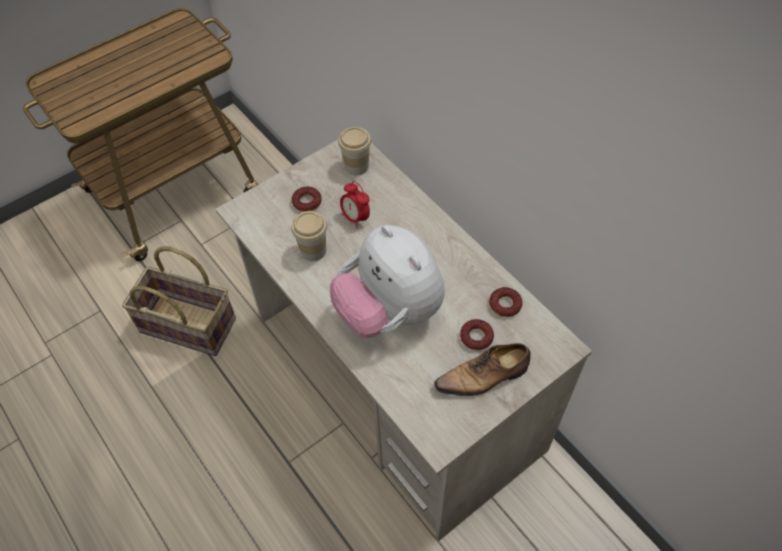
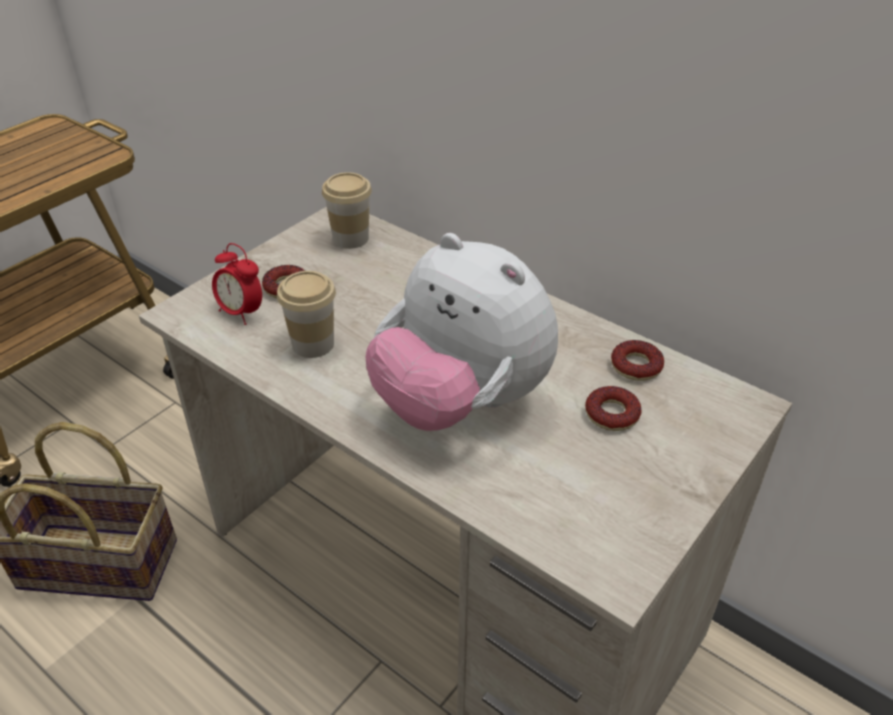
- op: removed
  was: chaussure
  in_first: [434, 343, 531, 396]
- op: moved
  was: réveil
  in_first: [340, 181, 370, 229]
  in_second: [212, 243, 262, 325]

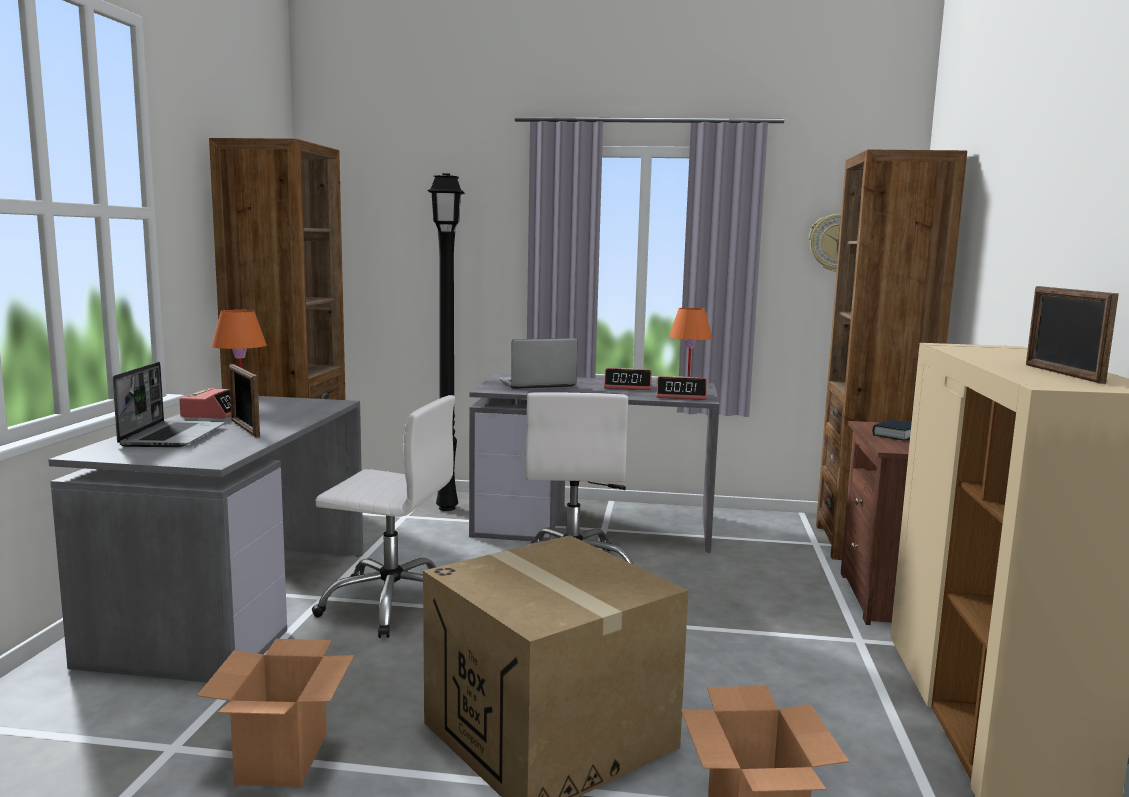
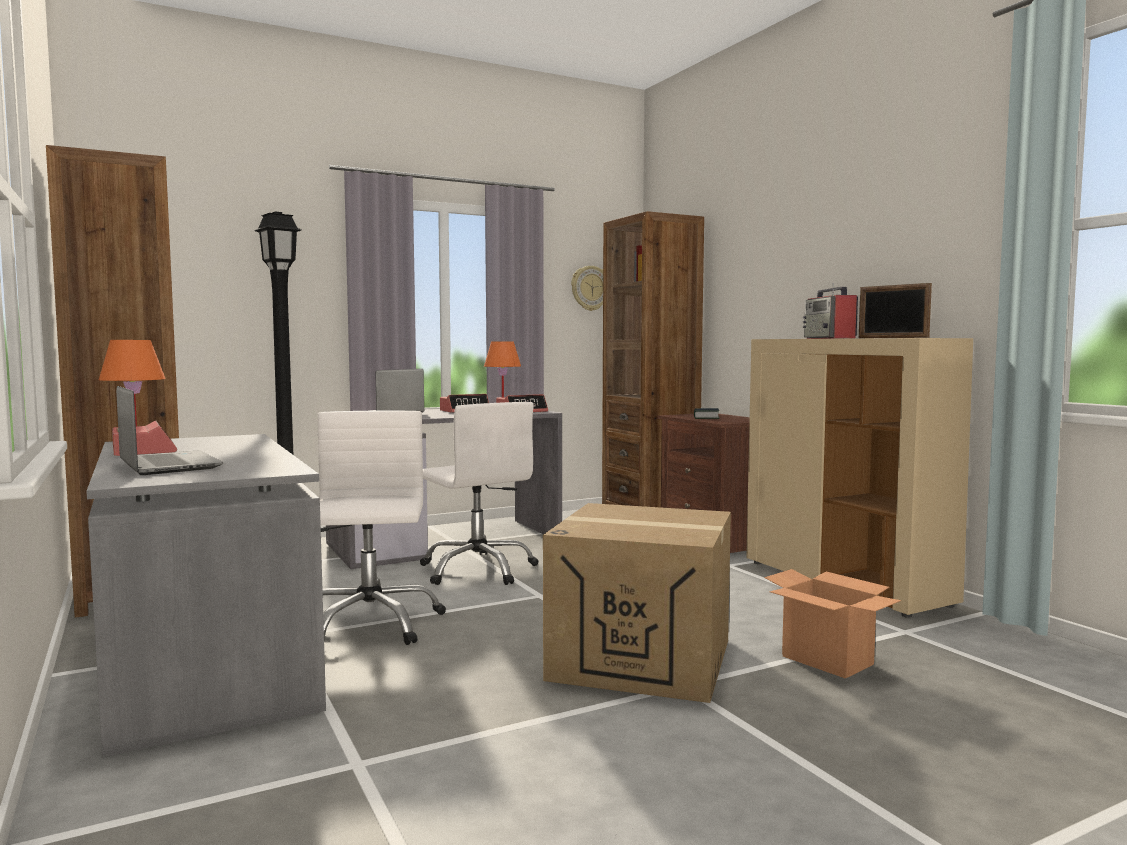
- op: removed
  was: carton
  in_first: [197, 639, 354, 787]
- op: removed
  was: cadre photo
  in_first: [229, 364, 260, 438]
- op: added
  now: radio
  in_second: [803, 283, 858, 339]
- op: turned
  was: chaise de bureau (blanc)
  in_first: [312, 395, 455, 638]
  in_second: [318, 411, 446, 645]
  clockwise: -75

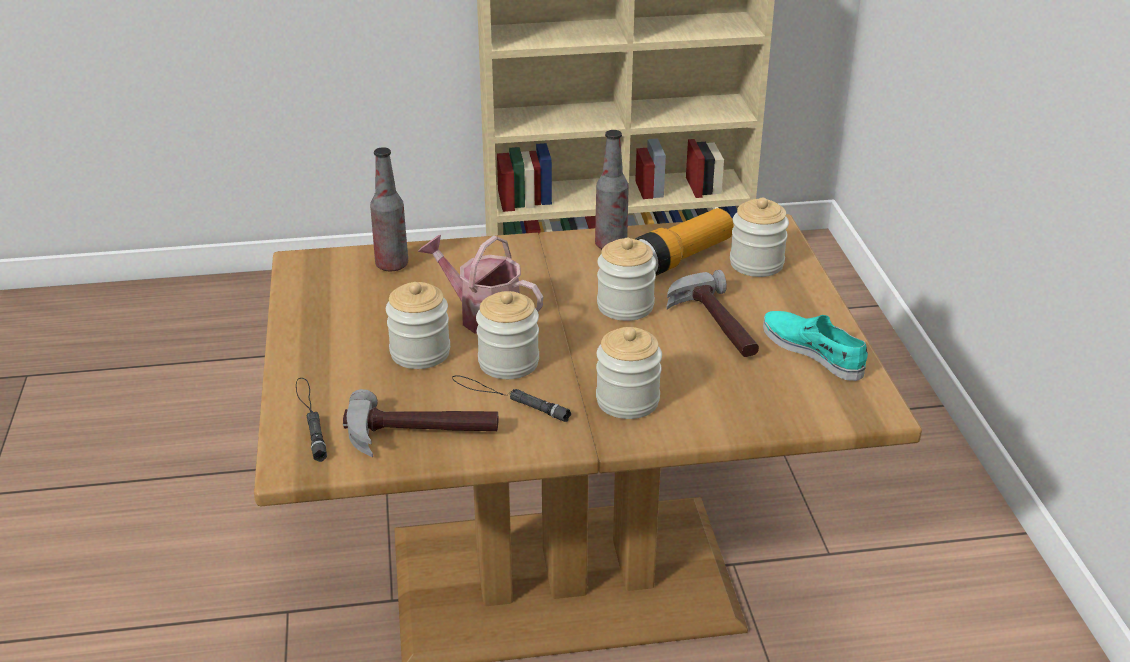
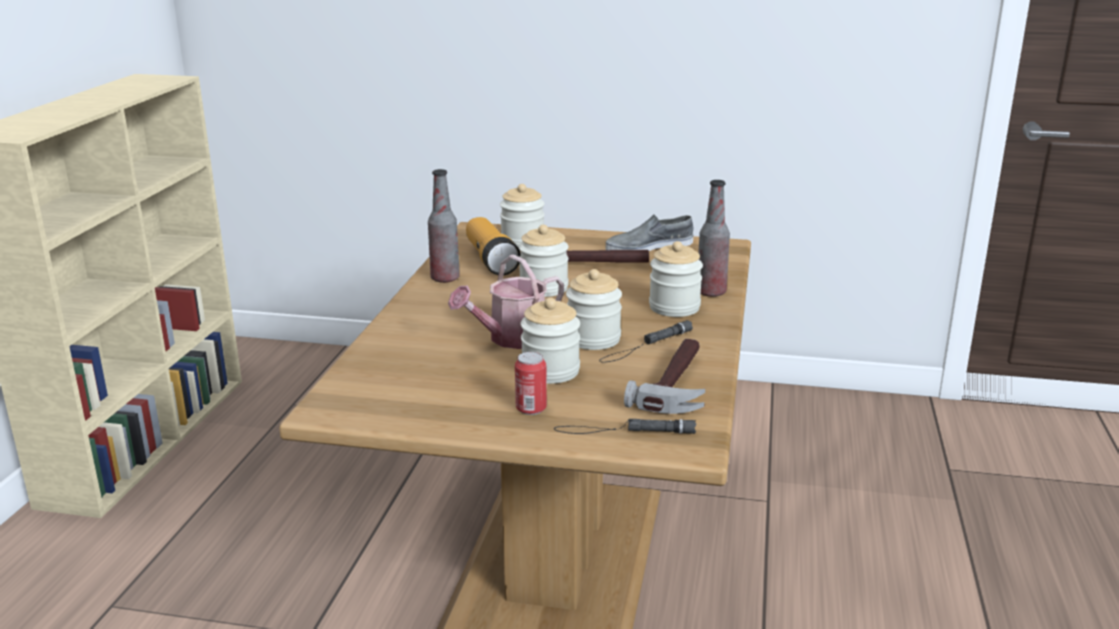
- op: added
  now: boîte métallique
  in_second: [515, 352, 547, 415]
- op: moved
  was: bouteille
  in_first: [370, 147, 408, 271]
  in_second: [698, 180, 730, 297]
- op: recoloured
  was: chaussure (turquoise)
  now: chaussure (gris)
  in_first: [763, 311, 868, 381]
  in_second: [606, 215, 694, 251]

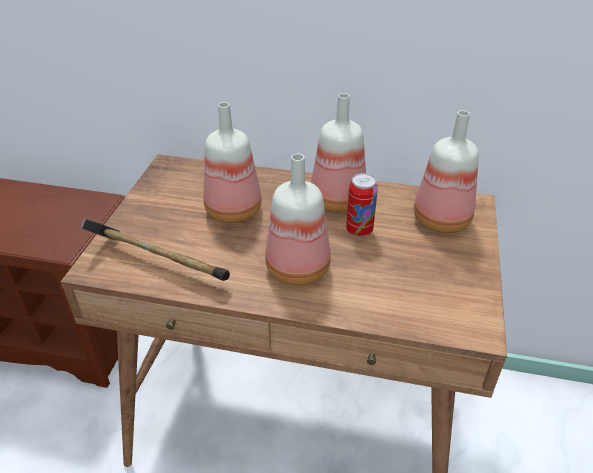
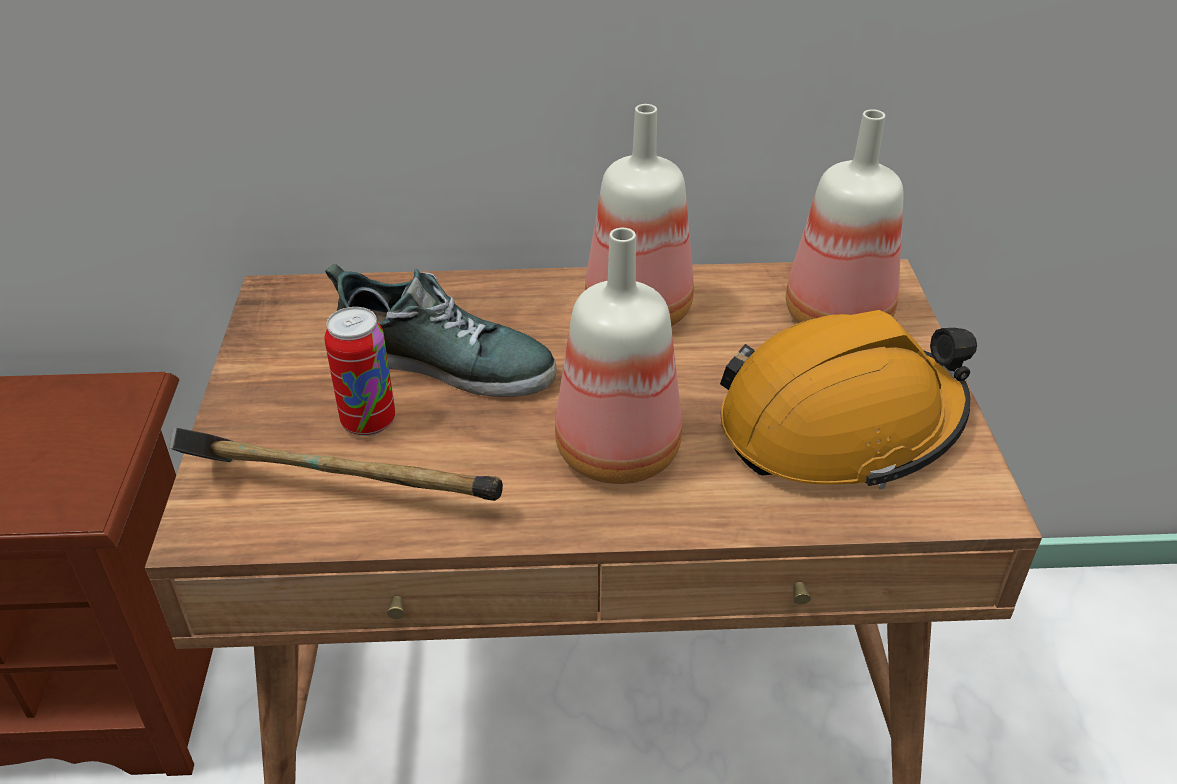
- op: added
  now: casque de chantier (orange)
  in_second: [720, 310, 977, 490]
- op: moved
  was: boîte métallique
  in_first: [346, 173, 378, 237]
  in_second: [324, 307, 395, 436]
- op: replaced
  was: bouteille
  now: chaussure
  in_first: [203, 102, 262, 223]
  in_second: [325, 264, 557, 397]

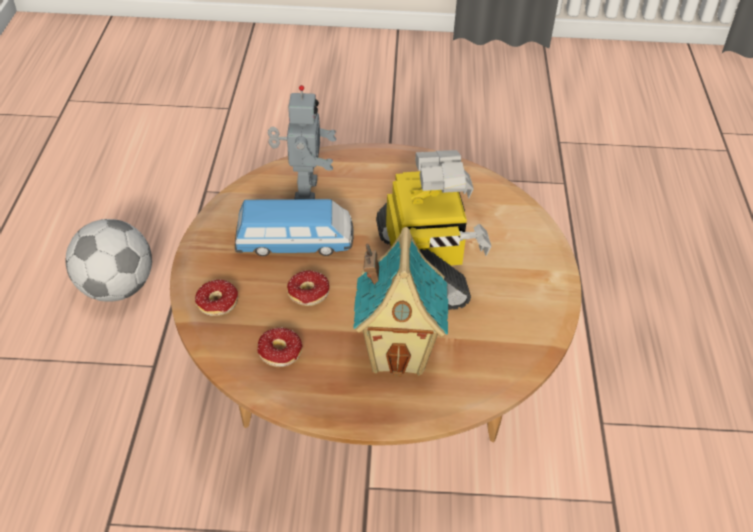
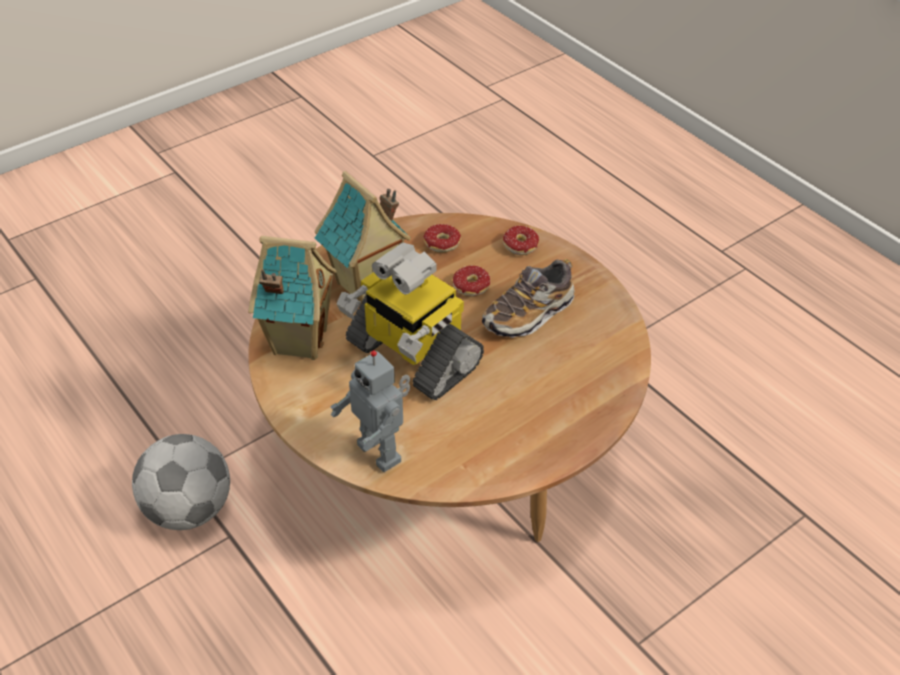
- op: added
  now: maison miniature
  in_second: [248, 236, 336, 360]
- op: moved
  was: ballon de foot
  in_first: [65, 219, 152, 302]
  in_second: [132, 434, 230, 530]
- op: moved
  was: robot jouet
  in_first: [268, 85, 336, 199]
  in_second: [330, 350, 410, 472]
- op: replaced
  was: petite voiture
  now: chaussure
  in_first: [235, 199, 354, 256]
  in_second: [482, 259, 575, 338]

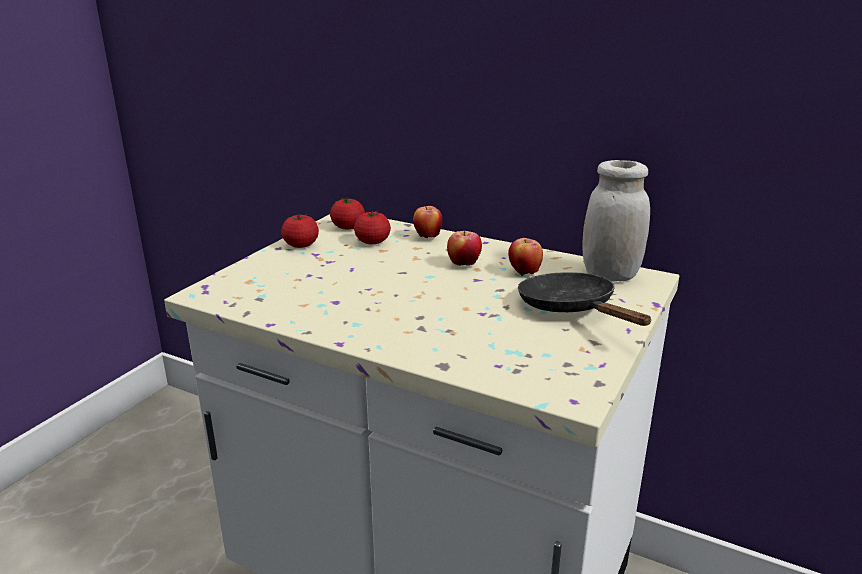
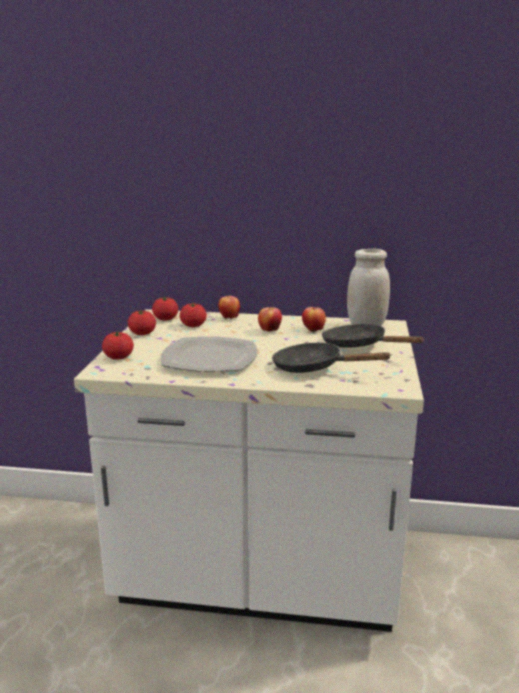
- op: added
  now: tomate
  in_second: [102, 331, 134, 359]
- op: added
  now: assiette
  in_second: [161, 336, 258, 372]
- op: added
  now: poêle (noir)
  in_second: [272, 342, 392, 373]

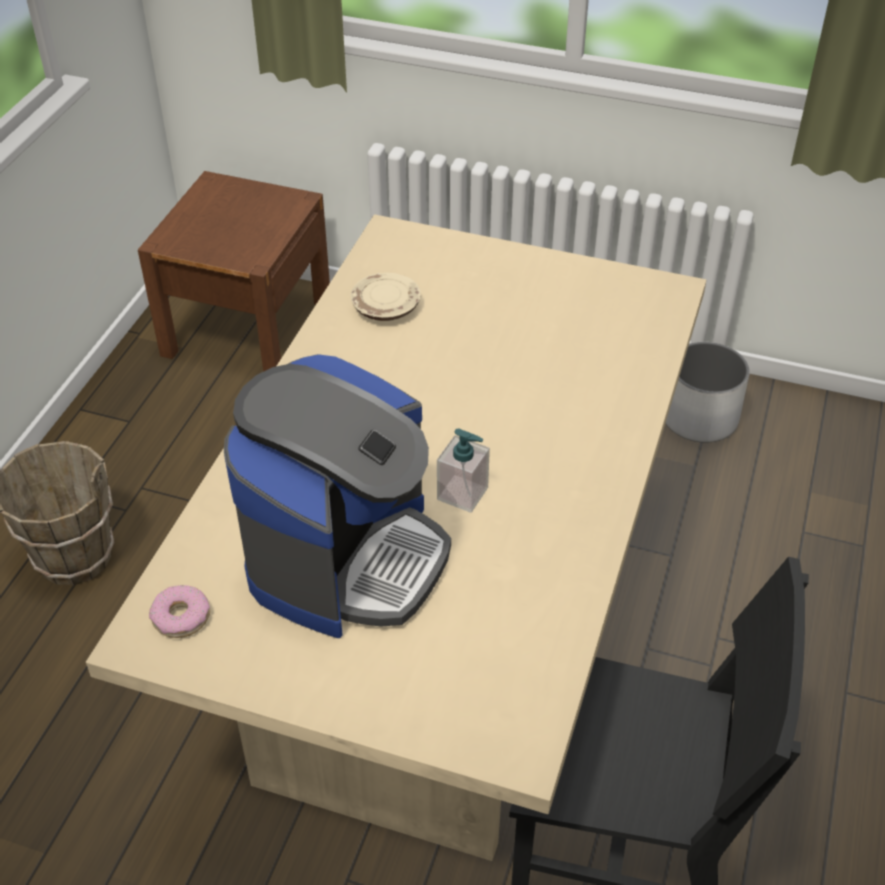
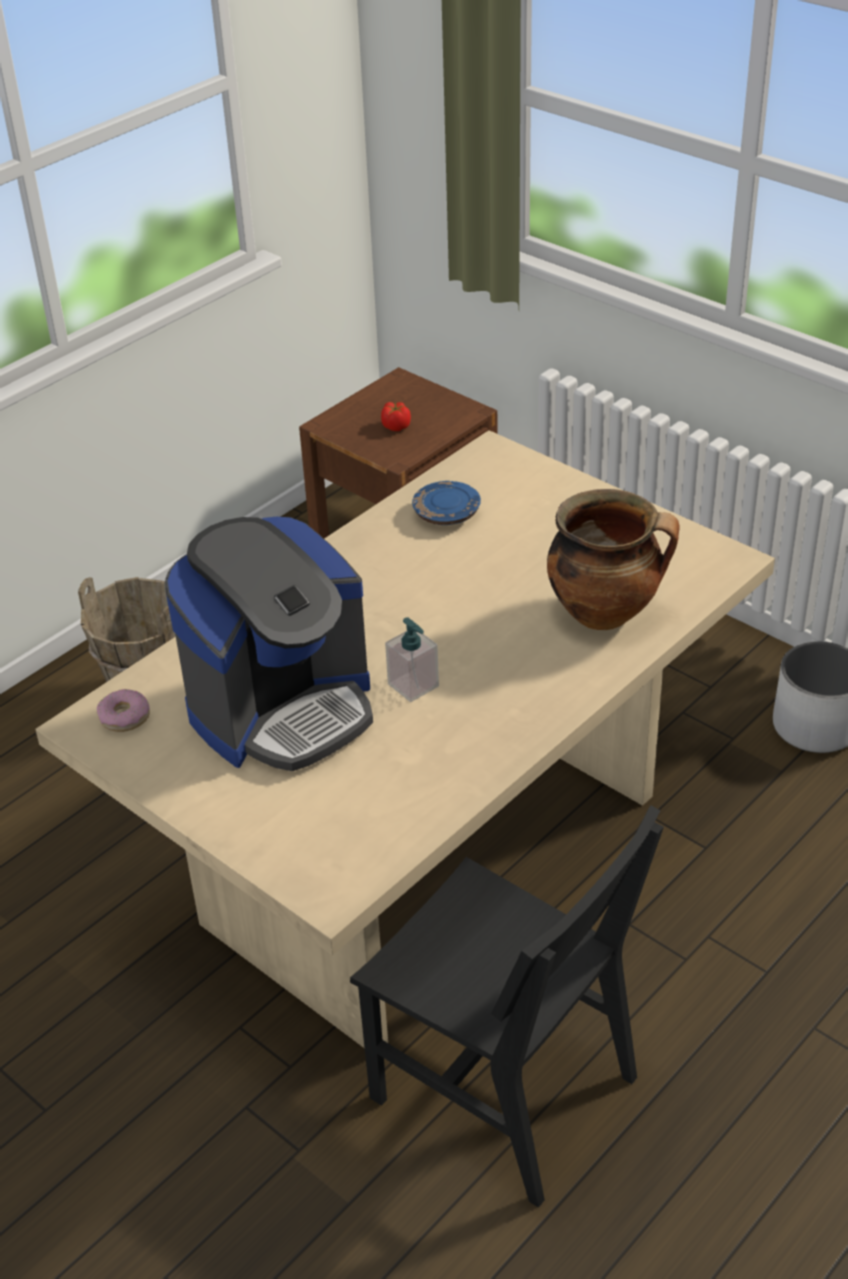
- op: added
  now: tomate
  in_second: [381, 402, 411, 431]
- op: added
  now: marmite
  in_second: [547, 489, 680, 630]
- op: recoloured
  was: assiette (beige)
  now: assiette (bleu)
  in_first: [350, 273, 421, 321]
  in_second: [412, 481, 481, 525]

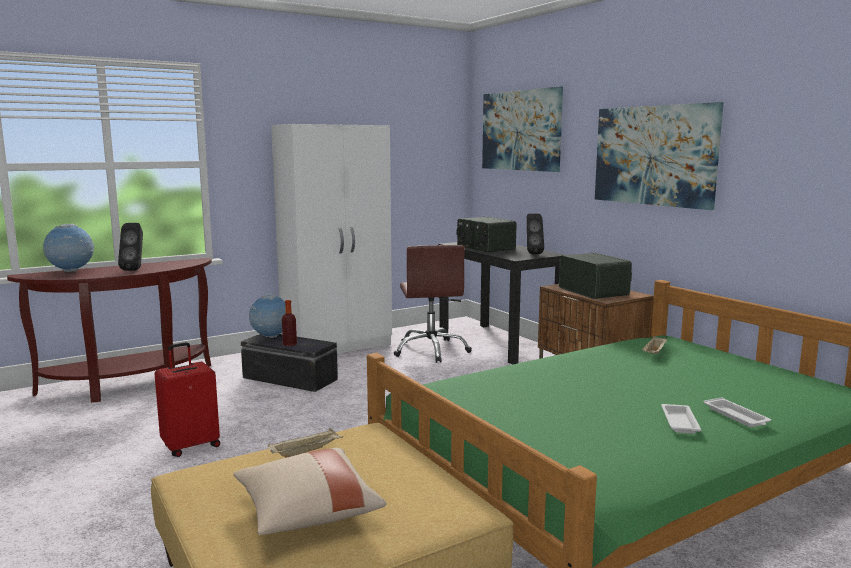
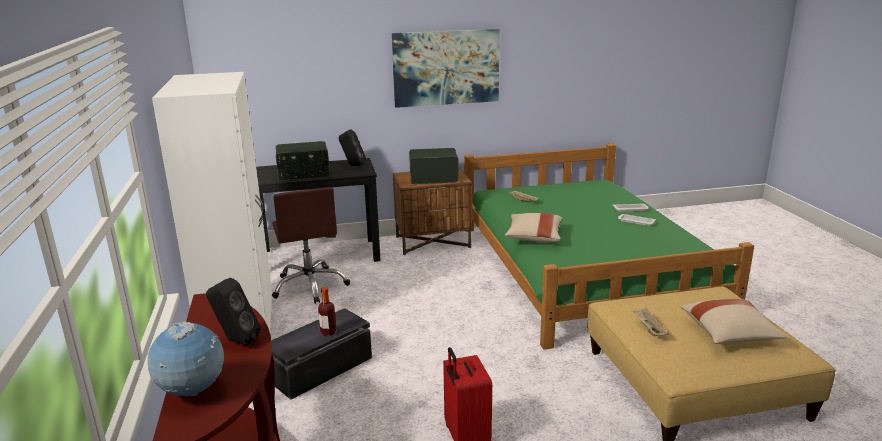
- op: removed
  was: globe
  in_first: [249, 294, 286, 338]
- op: removed
  was: tableau
  in_first: [482, 87, 563, 172]
- op: added
  now: coussin (beige)
  in_second: [505, 213, 563, 242]
- op: turned
  was: chaise de bureau (marron)
  in_first: [394, 245, 472, 363]
  in_second: [272, 187, 350, 304]
  clockwise: 60

